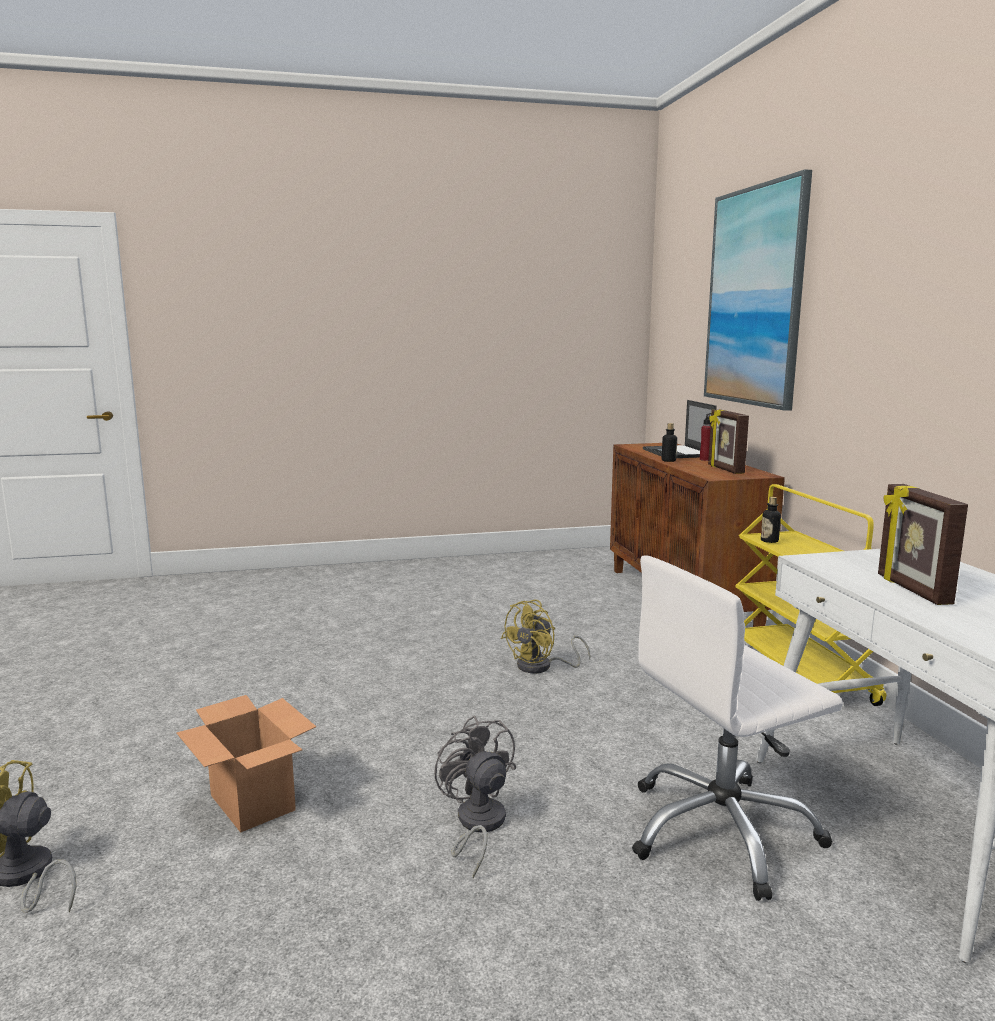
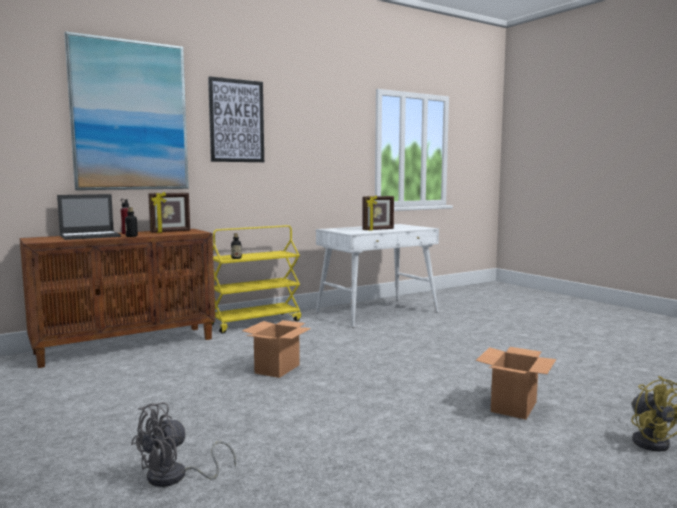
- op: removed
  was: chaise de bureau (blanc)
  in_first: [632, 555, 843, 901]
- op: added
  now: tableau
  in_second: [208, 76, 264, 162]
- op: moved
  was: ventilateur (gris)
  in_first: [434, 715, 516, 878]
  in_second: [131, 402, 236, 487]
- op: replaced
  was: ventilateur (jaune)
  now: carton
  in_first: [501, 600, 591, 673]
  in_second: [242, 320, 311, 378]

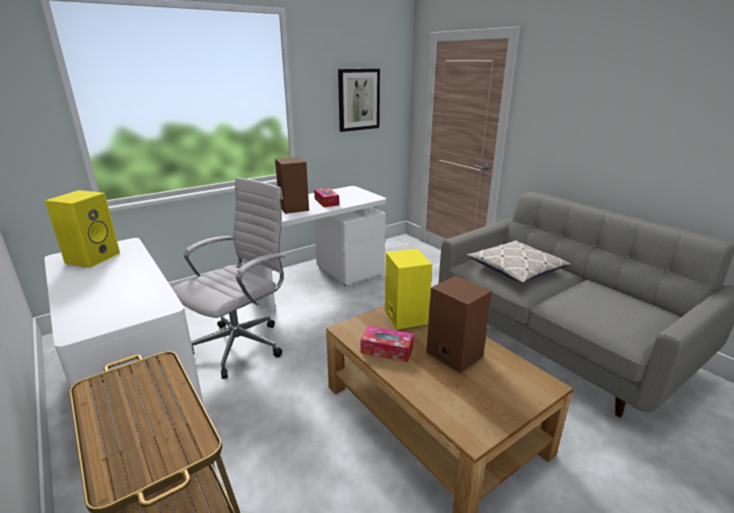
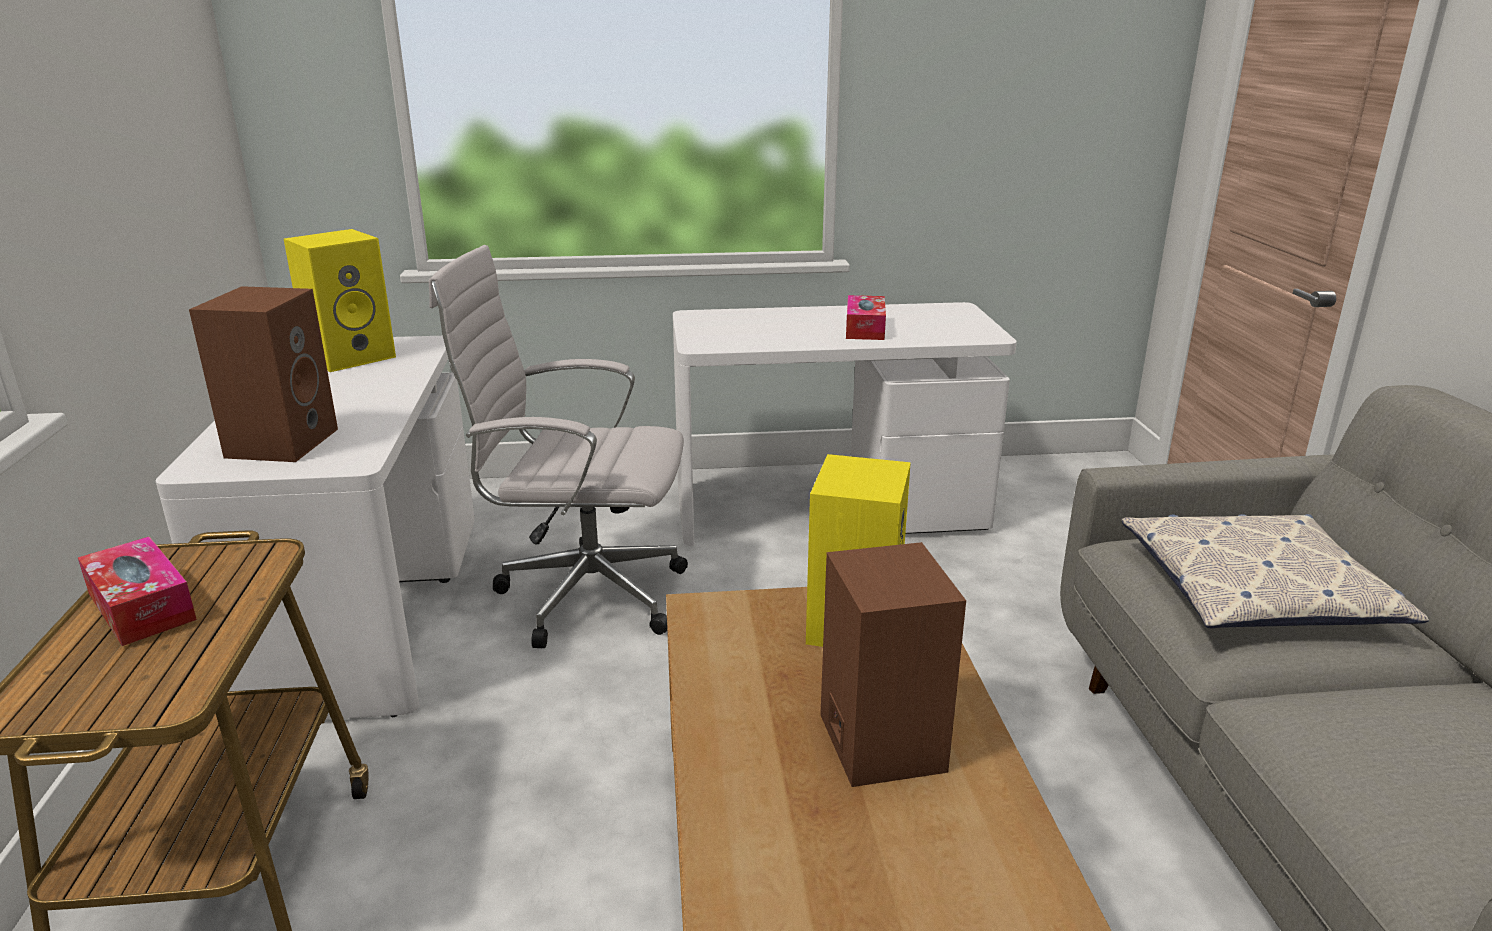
- op: removed
  was: tableau
  in_first: [338, 69, 380, 132]
- op: moved
  was: enceinte (marron)
  in_first: [275, 157, 309, 214]
  in_second: [189, 286, 338, 462]
- op: moved
  was: boîte à mouchoirs
  in_first: [360, 326, 414, 362]
  in_second: [78, 536, 197, 646]
- op: turned
  was: chaise de bureau (blanc)
  in_first: [172, 177, 285, 379]
  in_second: [429, 245, 688, 648]
  clockwise: -150

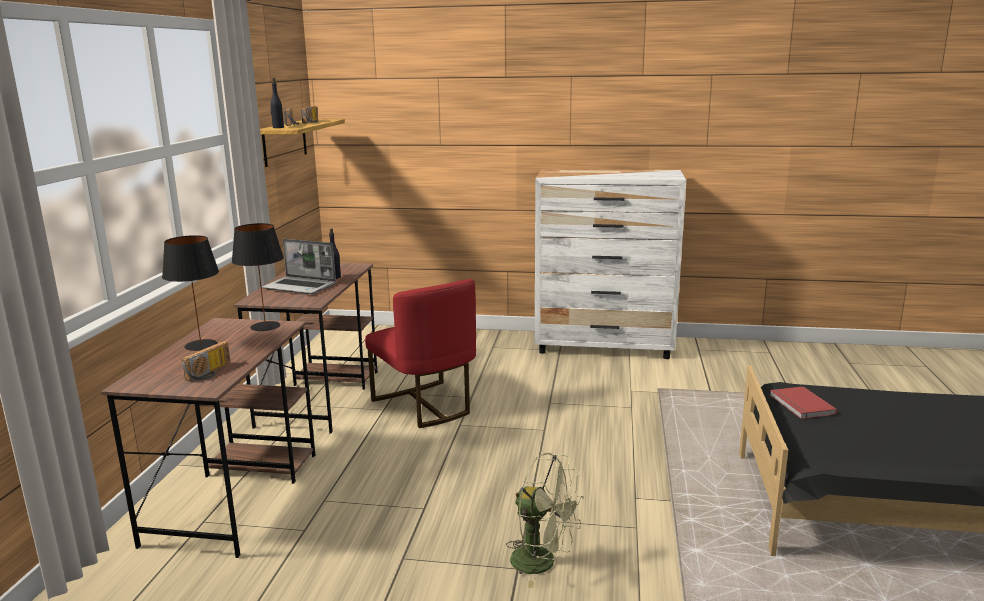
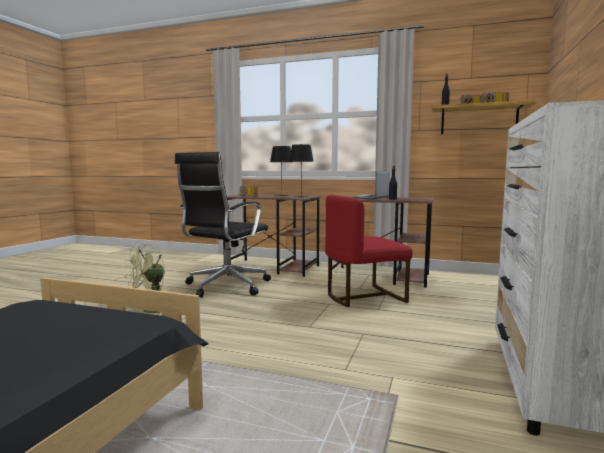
- op: removed
  was: livre (rouge)
  in_first: [770, 386, 837, 419]
- op: added
  now: chaise de bureau (noir)
  in_second: [175, 152, 271, 298]

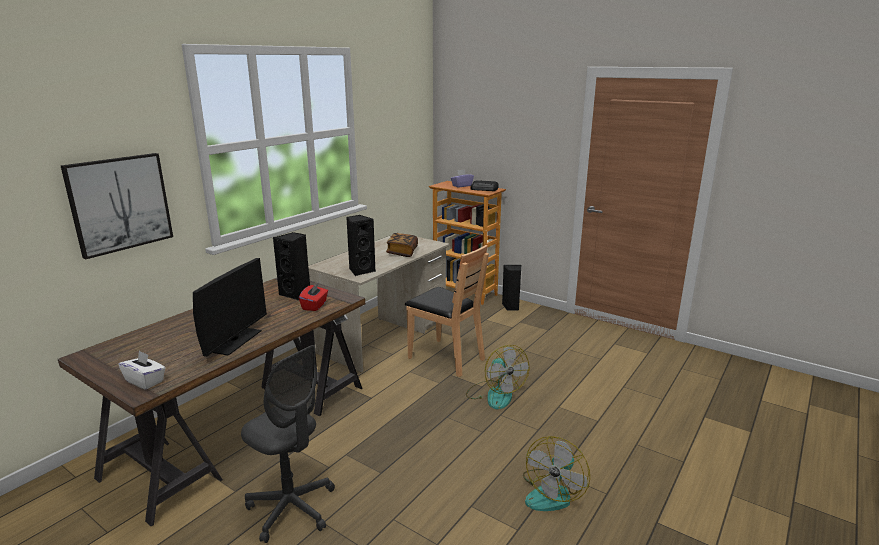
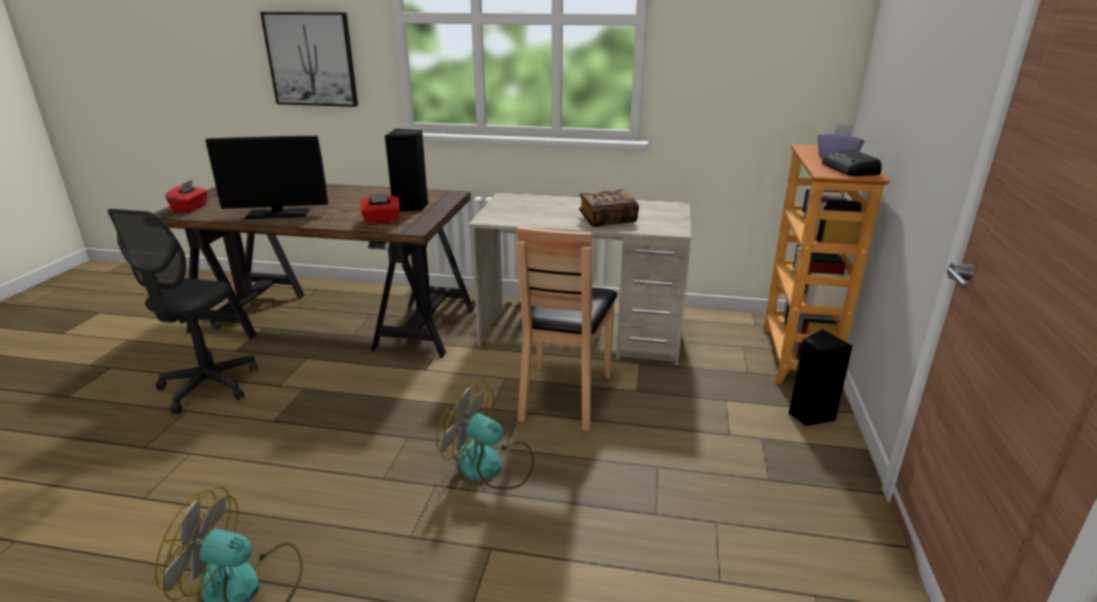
- op: removed
  was: enceinte (noir)
  in_first: [346, 215, 375, 276]
- op: recoloured
  was: boîte à mouchoirs (blanc)
  now: boîte à mouchoirs (rouge)
  in_first: [119, 350, 165, 390]
  in_second: [165, 180, 208, 213]
- op: turned
  was: ventilateur
  in_first: [466, 345, 529, 409]
  in_second: [436, 381, 534, 489]
  clockwise: 75

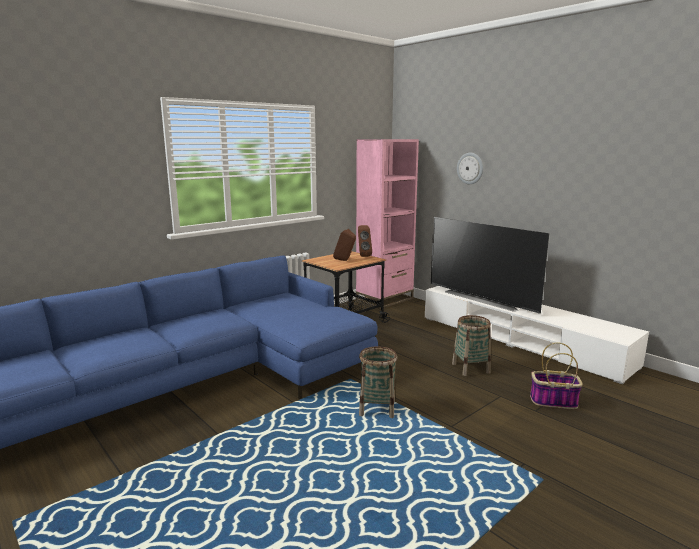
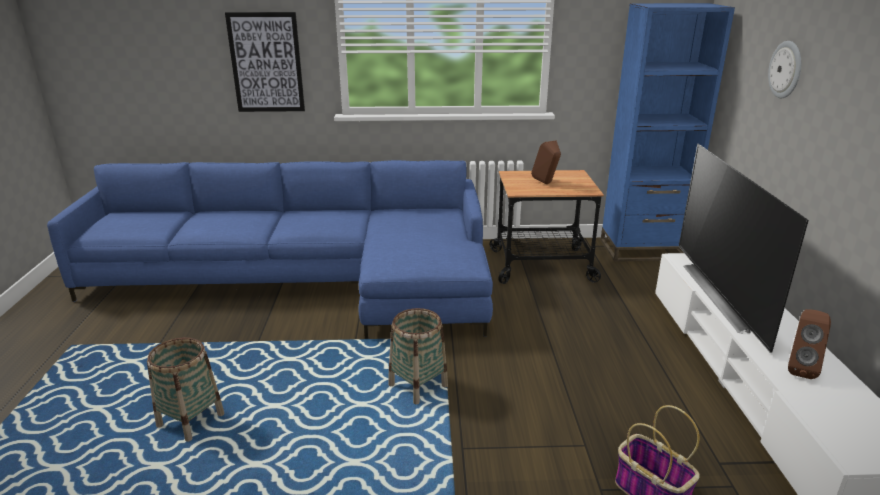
- op: added
  now: tableau
  in_second: [225, 12, 305, 112]
- op: moved
  was: enceinte (marron)
  in_first: [358, 225, 372, 257]
  in_second: [788, 309, 831, 379]
- op: moved
  was: panier
  in_first: [452, 315, 491, 376]
  in_second: [147, 337, 225, 442]
- op: recoloured
  was: bibliothèque (rose)
  now: bibliothèque (bleu)
  in_first: [356, 139, 419, 309]
  in_second: [601, 3, 735, 262]

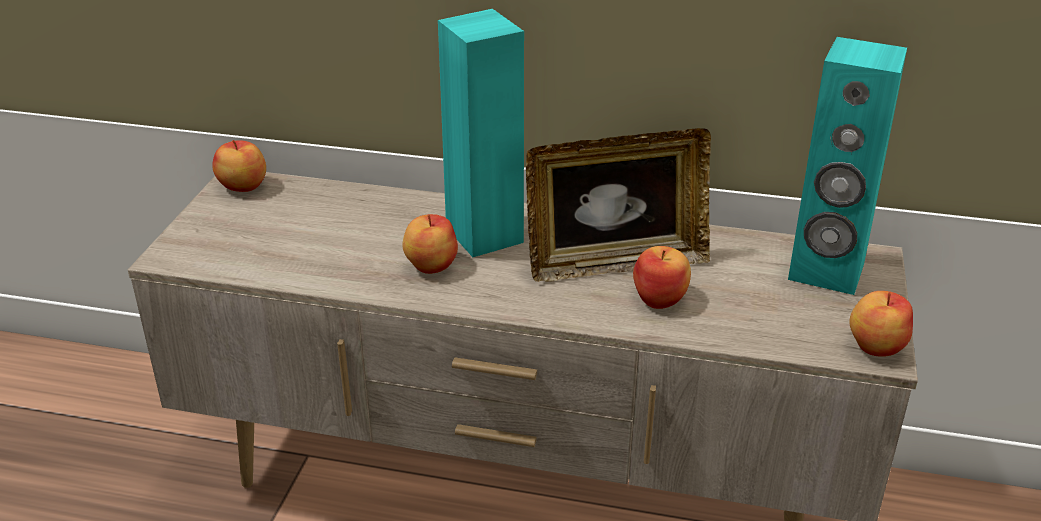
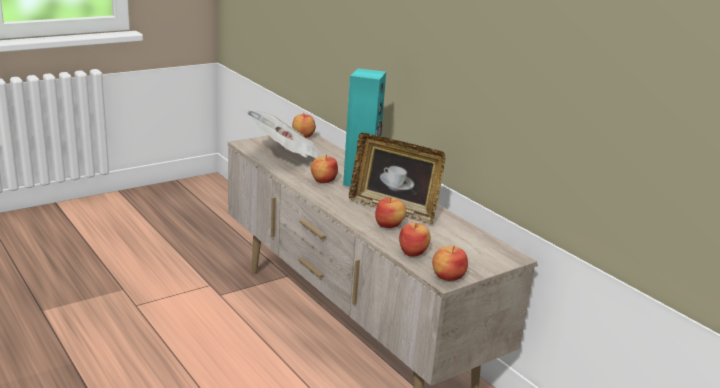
- op: removed
  was: enceinte (turquoise)
  in_first: [788, 37, 907, 295]
- op: added
  now: journal
  in_second: [244, 110, 323, 158]
- op: added
  now: pomme
  in_second: [399, 223, 431, 257]

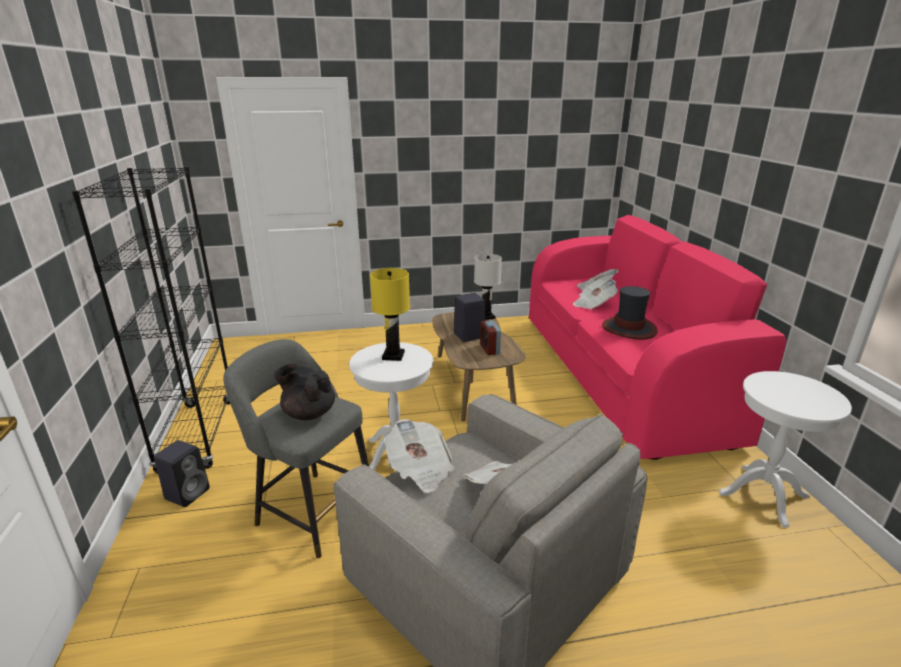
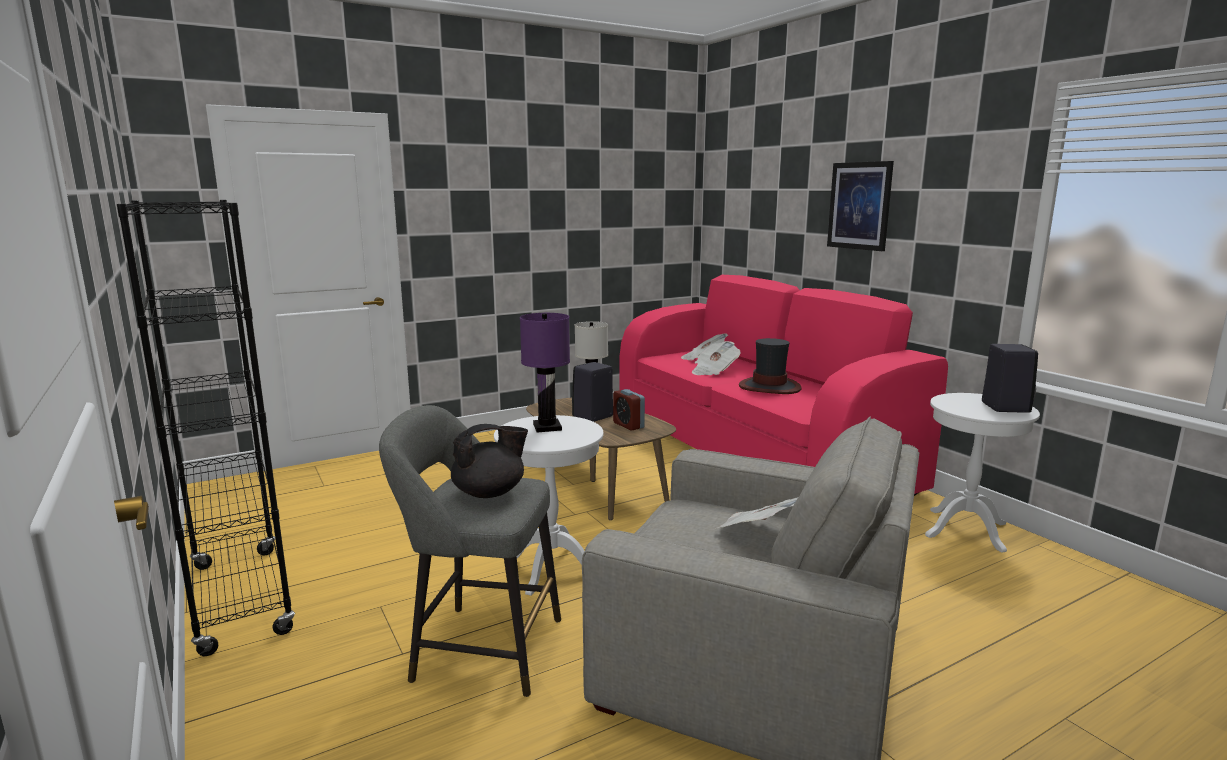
- op: removed
  was: journal
  in_first: [384, 419, 455, 493]
- op: added
  now: tableau
  in_second: [827, 161, 894, 251]
- op: moved
  was: enceinte (noir)
  in_first: [154, 440, 210, 507]
  in_second: [982, 344, 1038, 413]
- op: recoloured
  was: lampe de table (jaune)
  now: lampe de table (violet)
  in_first: [370, 268, 410, 361]
  in_second: [520, 313, 570, 433]
- op: turned
  was: théière (noir)
  in_first: [274, 364, 335, 420]
  in_second: [451, 424, 528, 498]
  clockwise: 150

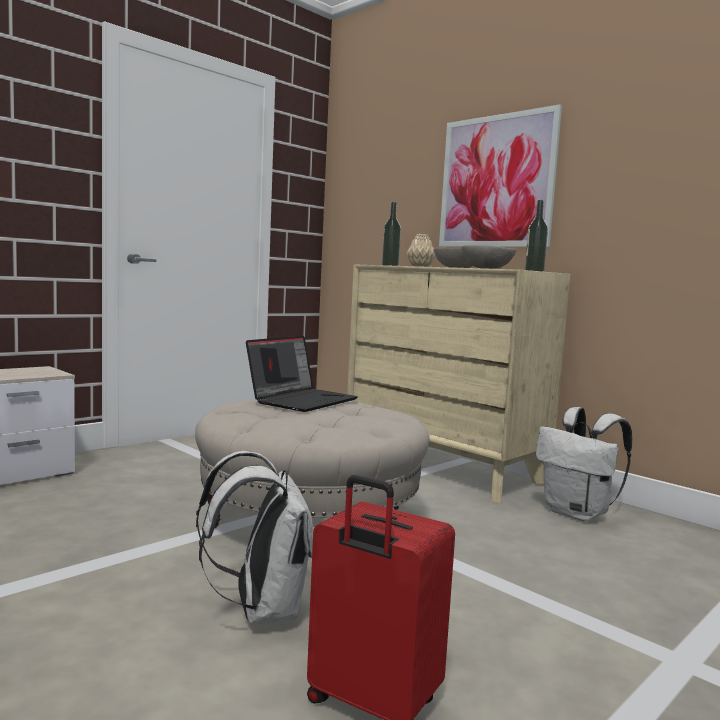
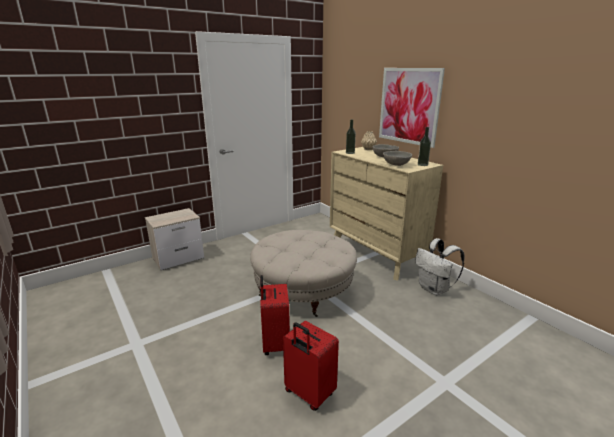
- op: removed
  was: ordinateur portable
  in_first: [246, 336, 358, 412]
- op: replaced
  was: sac à dos (blanc)
  now: valise (rouge)
  in_first: [196, 451, 313, 624]
  in_second: [260, 275, 290, 355]

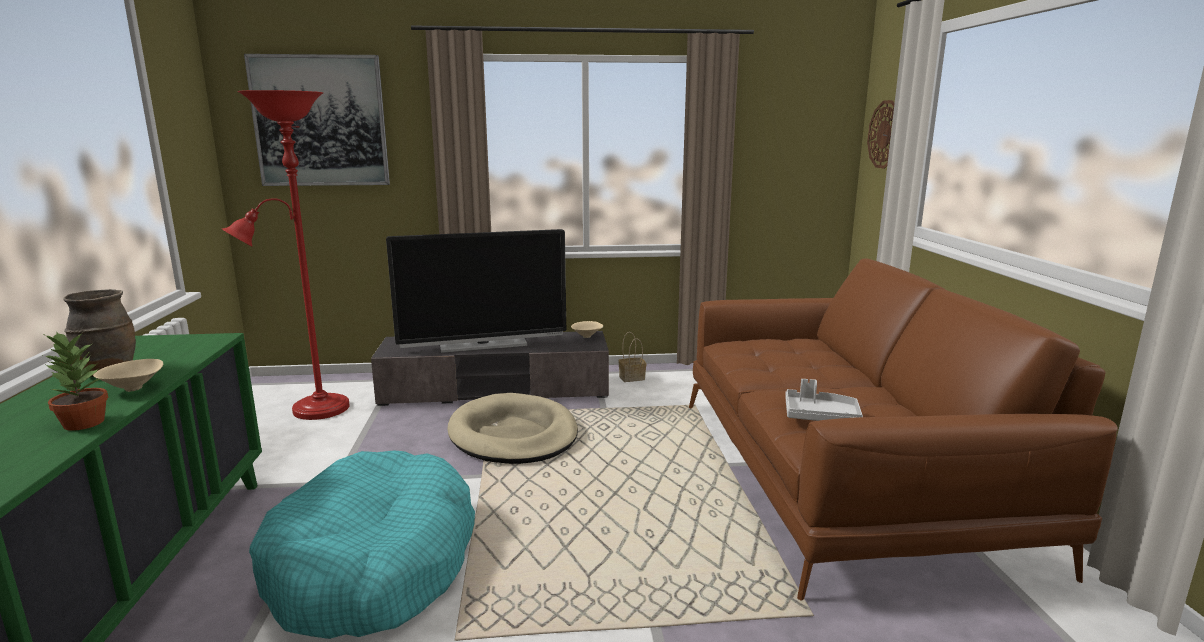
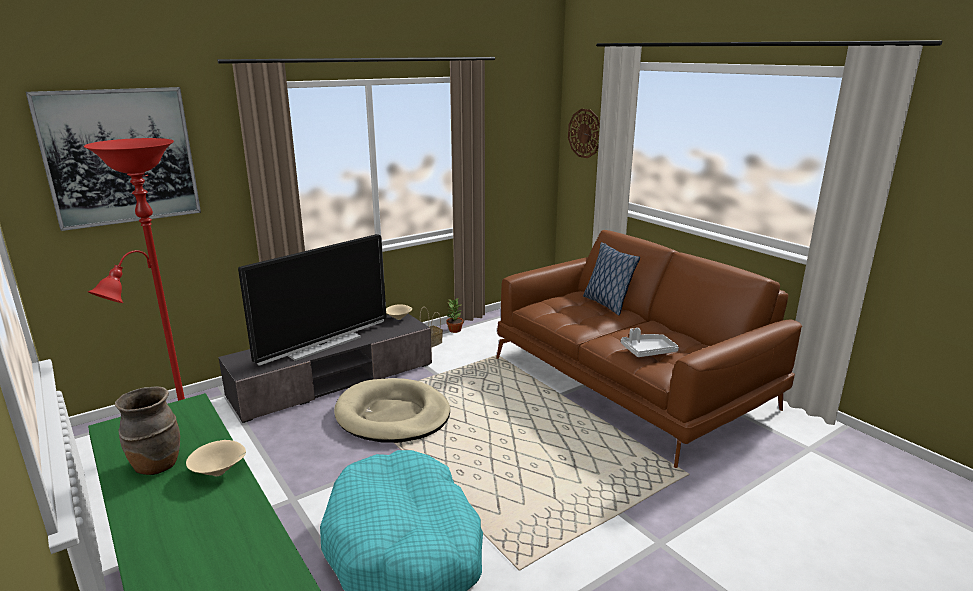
- op: added
  now: coussin
  in_second: [583, 242, 640, 315]
- op: moved
  was: plante en pot
  in_first: [43, 332, 108, 431]
  in_second: [446, 297, 463, 333]

